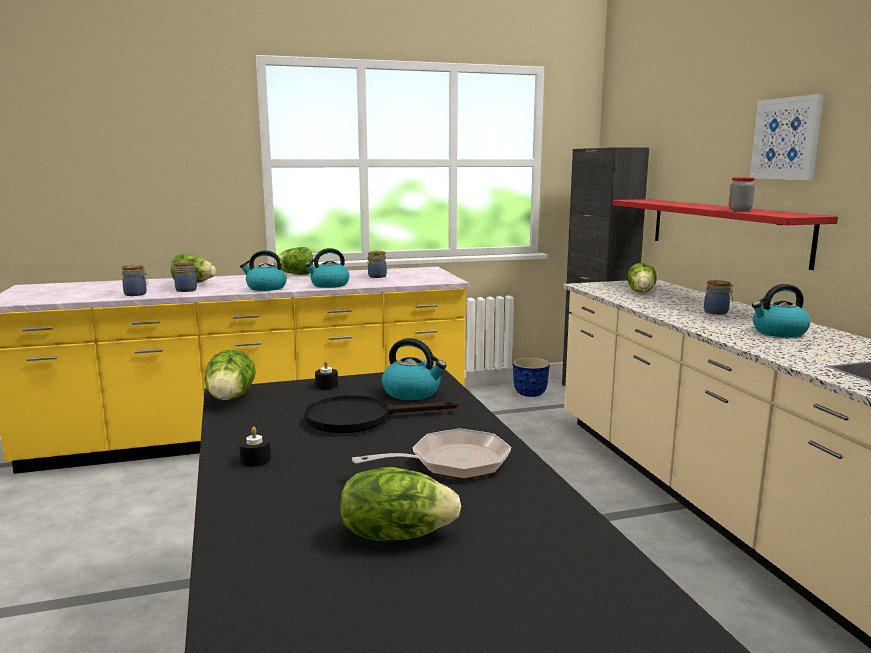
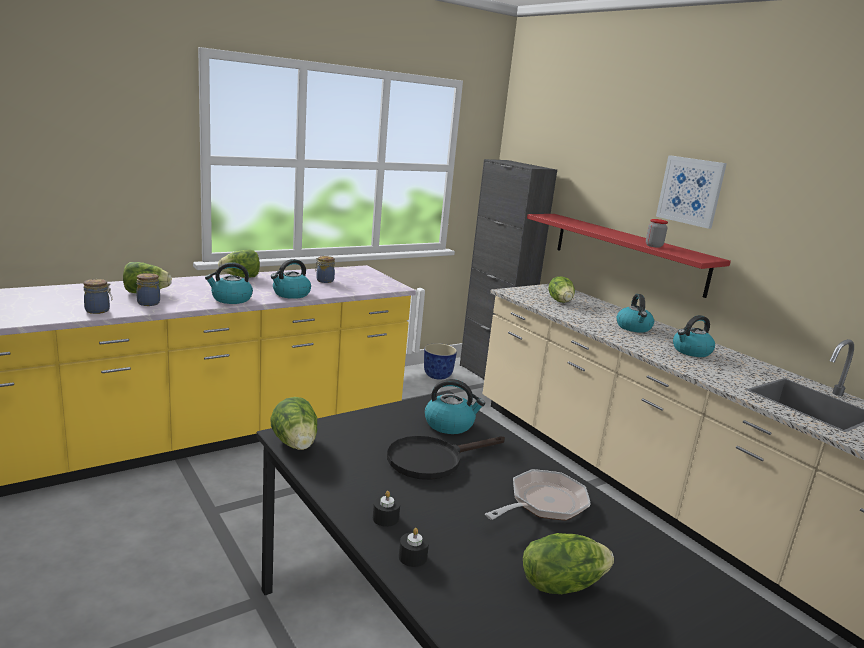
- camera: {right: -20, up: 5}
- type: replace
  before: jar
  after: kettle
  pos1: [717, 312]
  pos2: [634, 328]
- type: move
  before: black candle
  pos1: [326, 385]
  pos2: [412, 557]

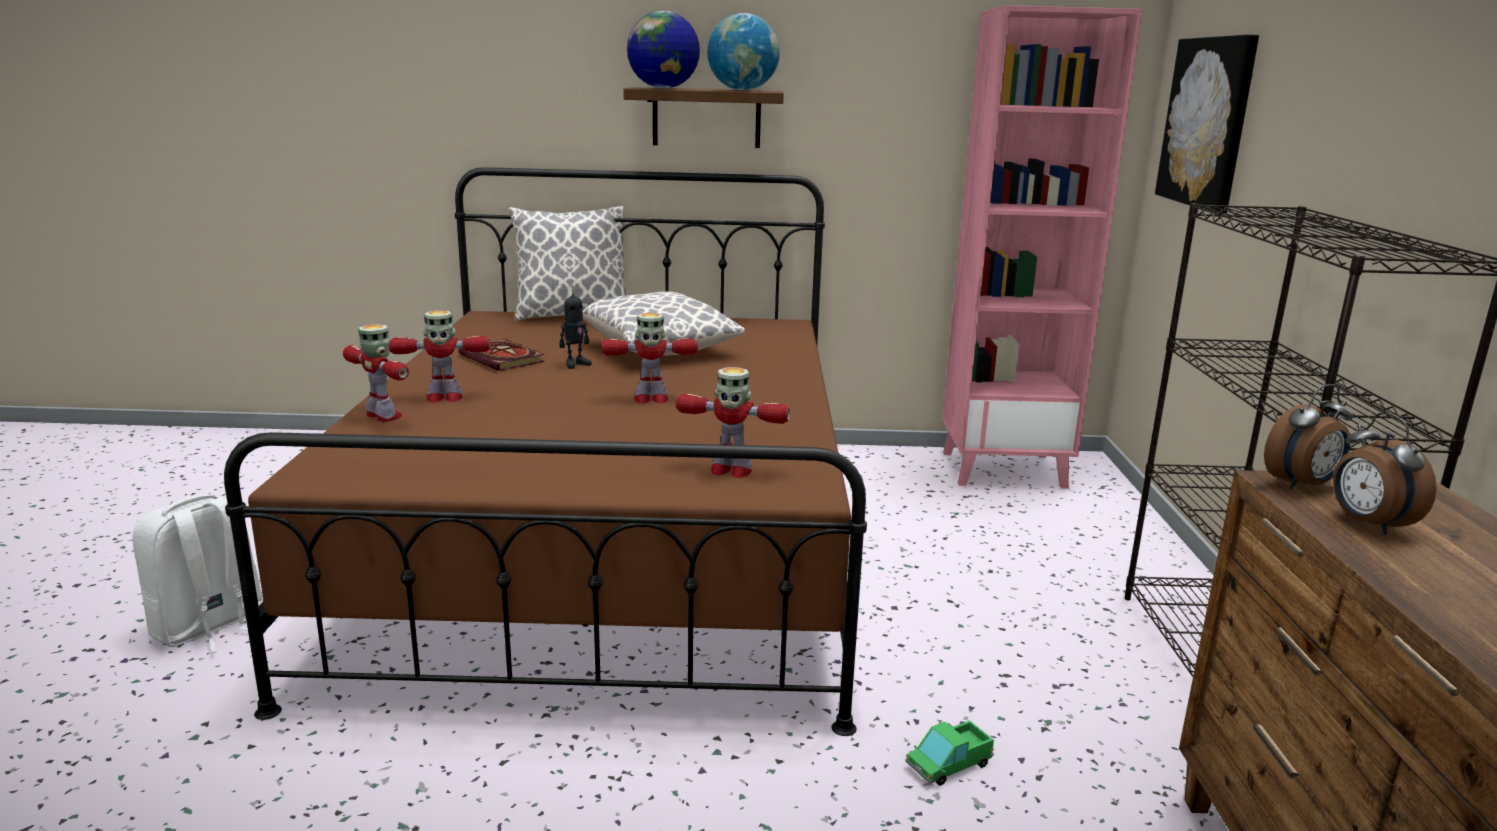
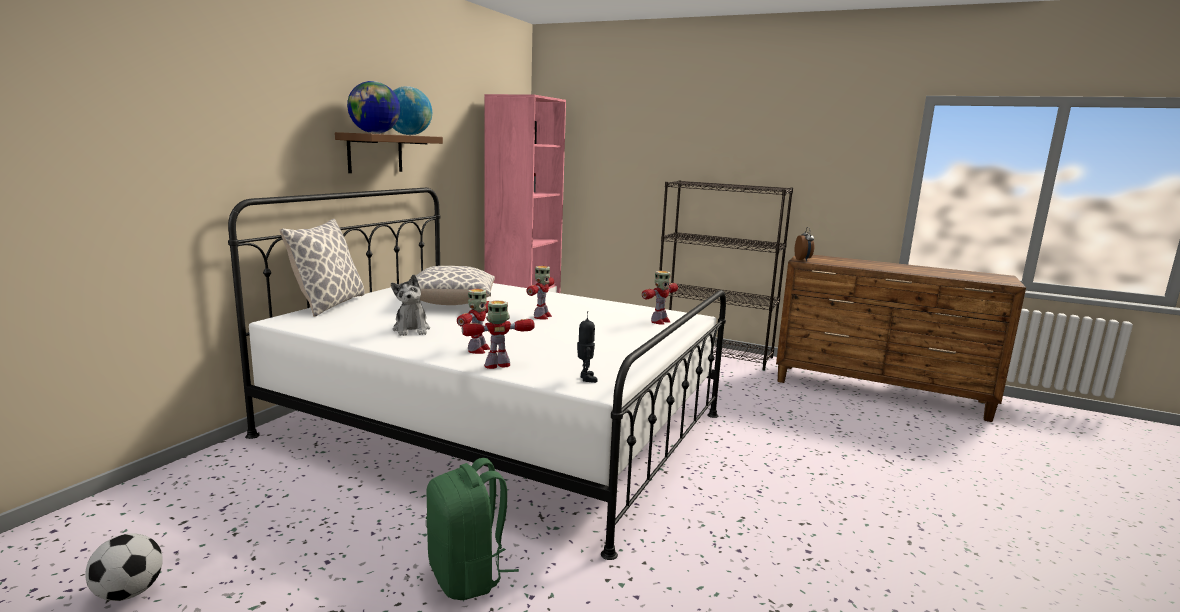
- camera: {right: -65, up: -5}
- type: delete
  before: picture
  pos1: [1207, 122]
- type: recolor
  before: brown bed
  after: white bed
  pos1: [610, 545]
  pos2: [498, 425]
- type: move
  before: toy robot
  pos1: [575, 364]
  pos2: [585, 378]
- type: replace
  before: book
  after: cuddly toy
  pos1: [504, 359]
  pos2: [411, 329]
- type: delete
  before: table clock
  pos1: [1368, 524]
- type: recolor
  before: white backpack
  after: green-coloured backpack
  pos1: [209, 627]
  pos2: [467, 576]
- type: delete
  before: model truck
  pos1: [948, 764]
- type: insert
  after: football
  pos2: [129, 593]

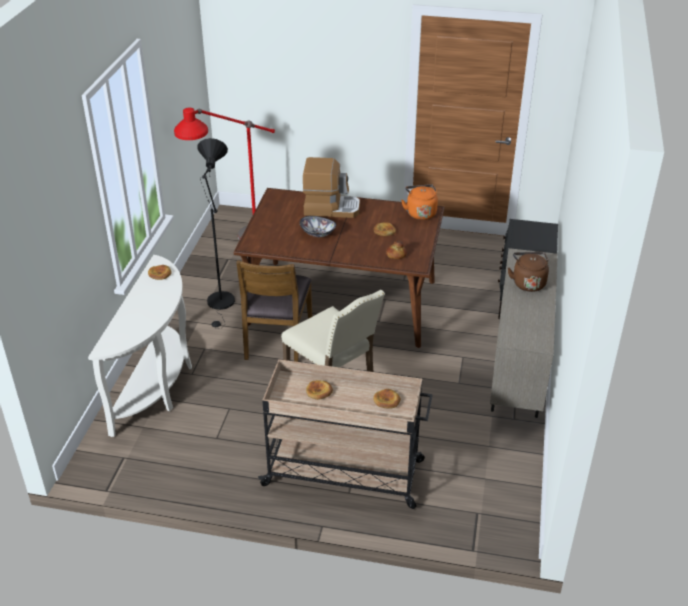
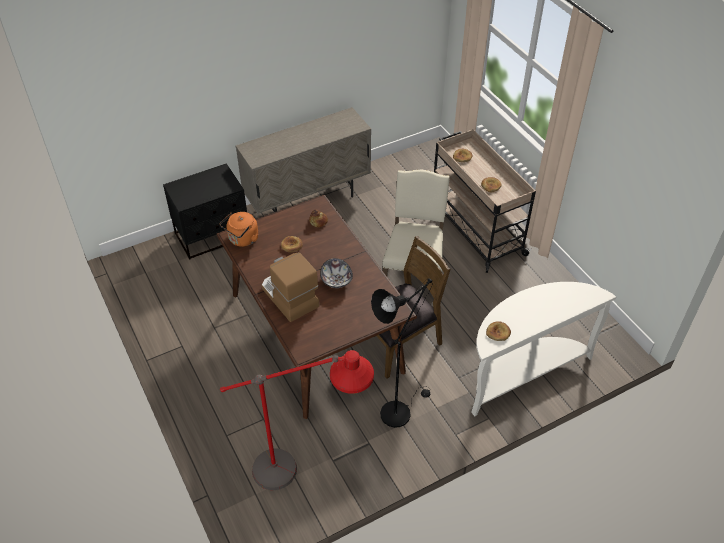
- camera: {right: -130, up: 10}
- type: delete
  before: brown kettle
  pos1: [528, 283]

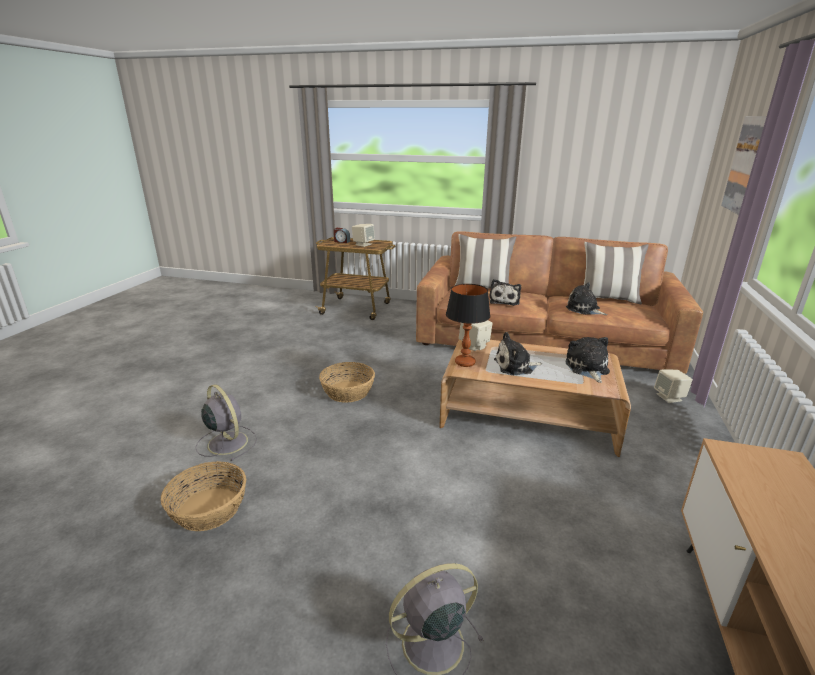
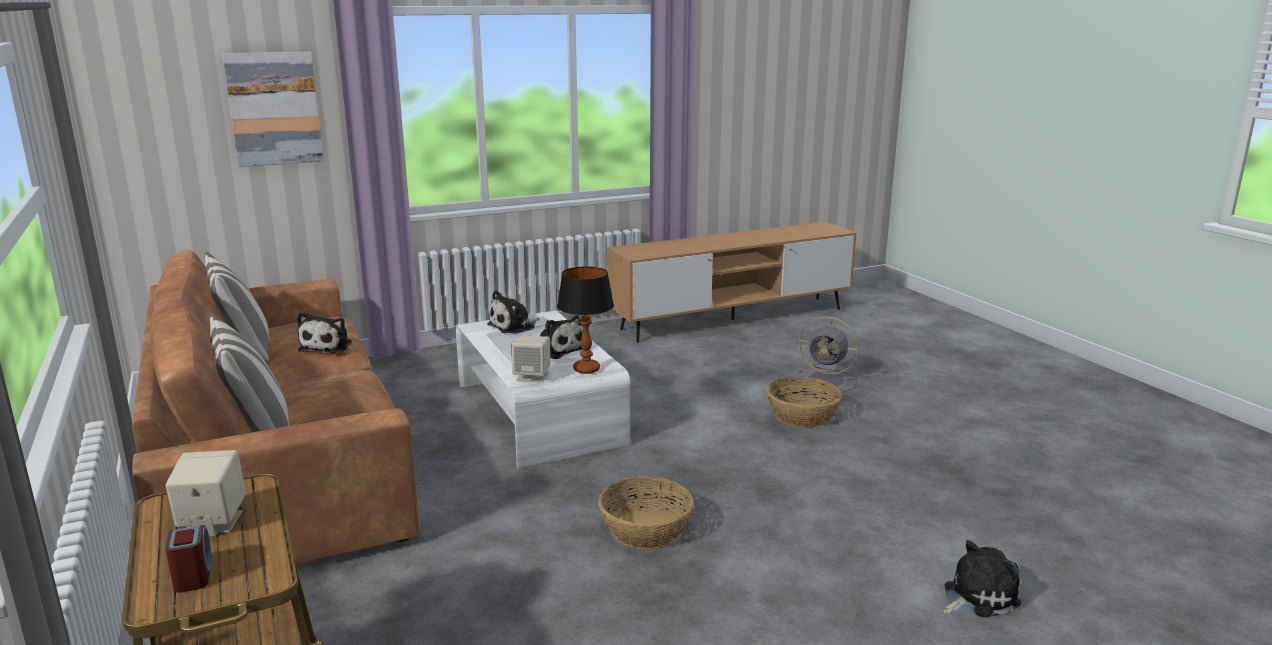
- camera: {right: -130, up: -5}
- type: move
  before: cuddly toy
  pos1: [504, 301]
  pos2: [976, 597]
- type: recolor
  before: brown low table
  after: white low table
  pos1: [527, 416]
  pos2: [539, 413]
- type: delete
  before: sand-coloured loudspeaker
  pos1: [669, 397]
- type: delete
  before: grey cooling fan
  pos1: [227, 442]
- type: move
  before: storage basket
  pos1: [208, 509]
  pos2: [802, 416]

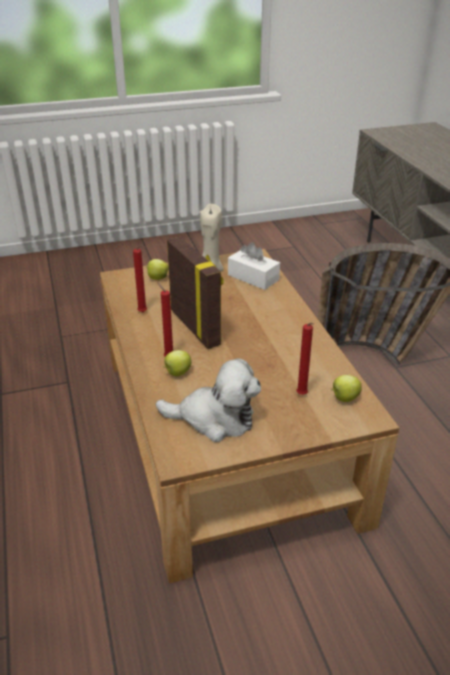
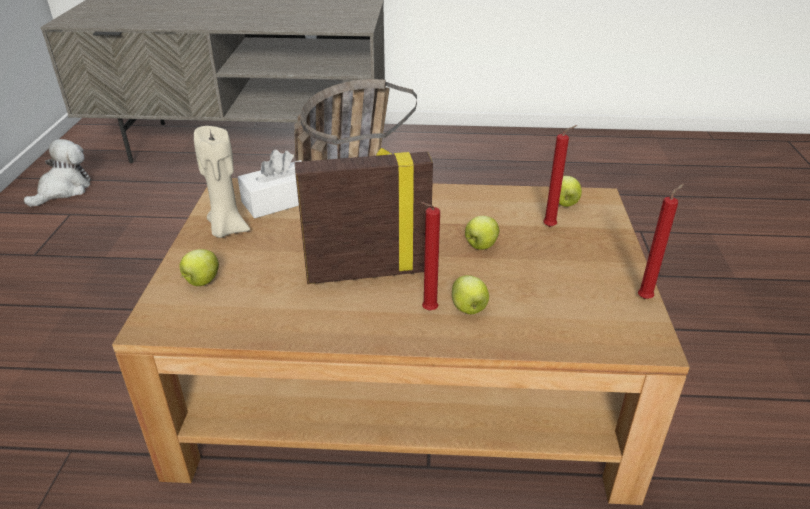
- camera: {right: -70, up: 0}
- type: move
  before: reddish candle
  pos1: [143, 313]
  pos2: [646, 298]
- type: move
  before: cuddly toy
  pos1: [214, 419]
  pos2: [64, 190]
- type: insert
  after: whole apple
  pos2: [480, 246]

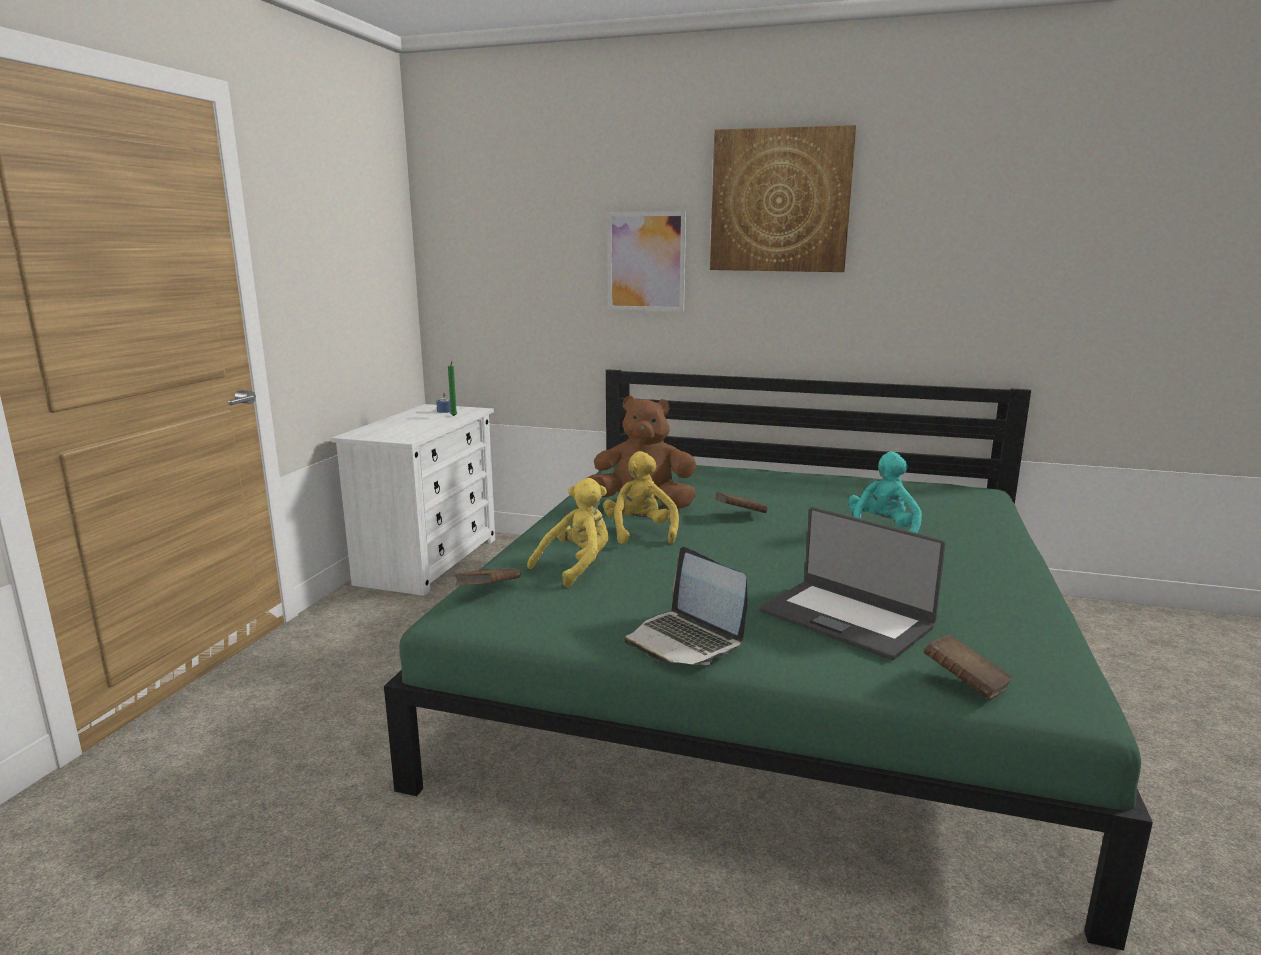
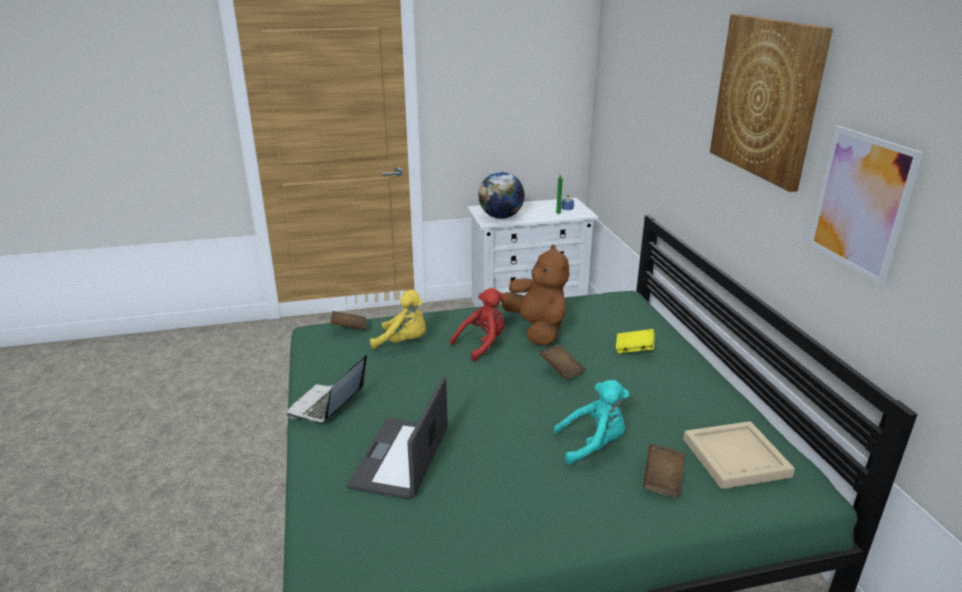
- camera: {right: 60, up: 10}
- type: move
  before: picture
  pos1: [646, 261]
  pos2: [860, 203]
- type: recolor
  before: yellow cuddly toy
  after: reddish cuddly toy
  pos1: [640, 532]
  pos2: [482, 344]
- type: move
  before: brown book
  pos1: [965, 684]
  pos2: [662, 481]
- type: insert
  after: world globe
  pos2: [500, 217]
- type: insert
  after: yellow book
  pos2: [634, 349]
- type: insert
  after: sand-coloured tray
  pos2: [737, 458]

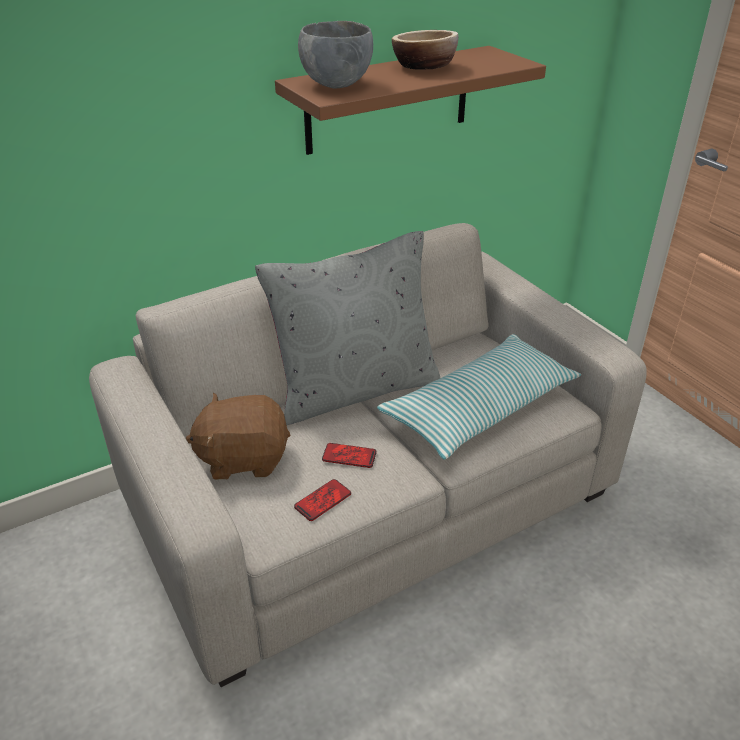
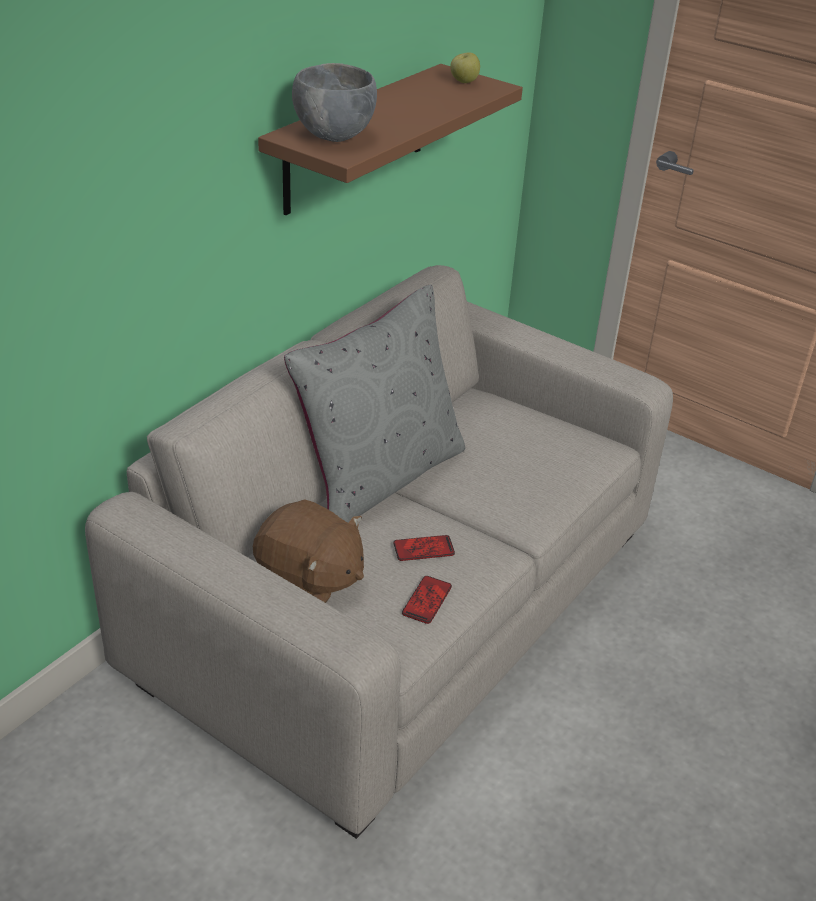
- camera: {right: -25, up: 0}
- type: delete
  before: deep dish
  pos1: [424, 66]
- type: delete
  before: throw pillow
  pos1: [480, 408]
- type: rotate
  before: brown cuddly toy
  pos1: [243, 458]
  pos2: [309, 579]
  turn: -120
- type: insert
  after: whole apple
  pos2: [464, 82]

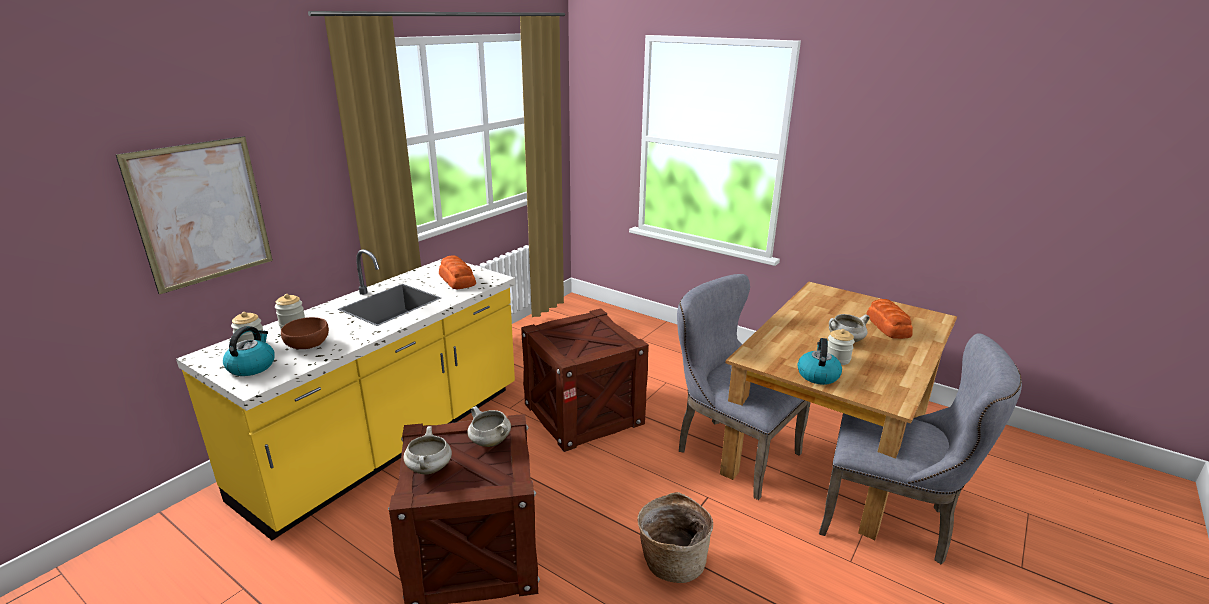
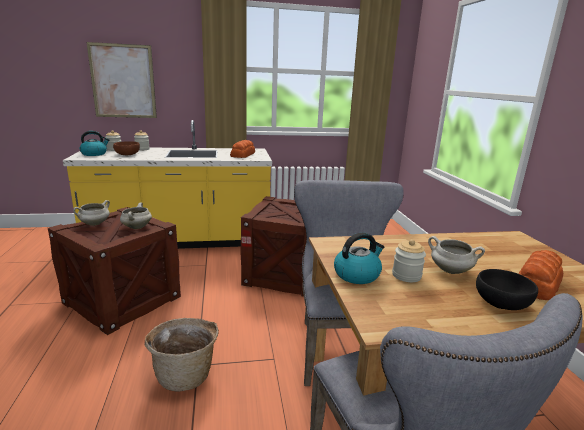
- camera: {right: 45, up: -5}
- type: insert
  after: black deep dish
  pos2: [502, 302]

